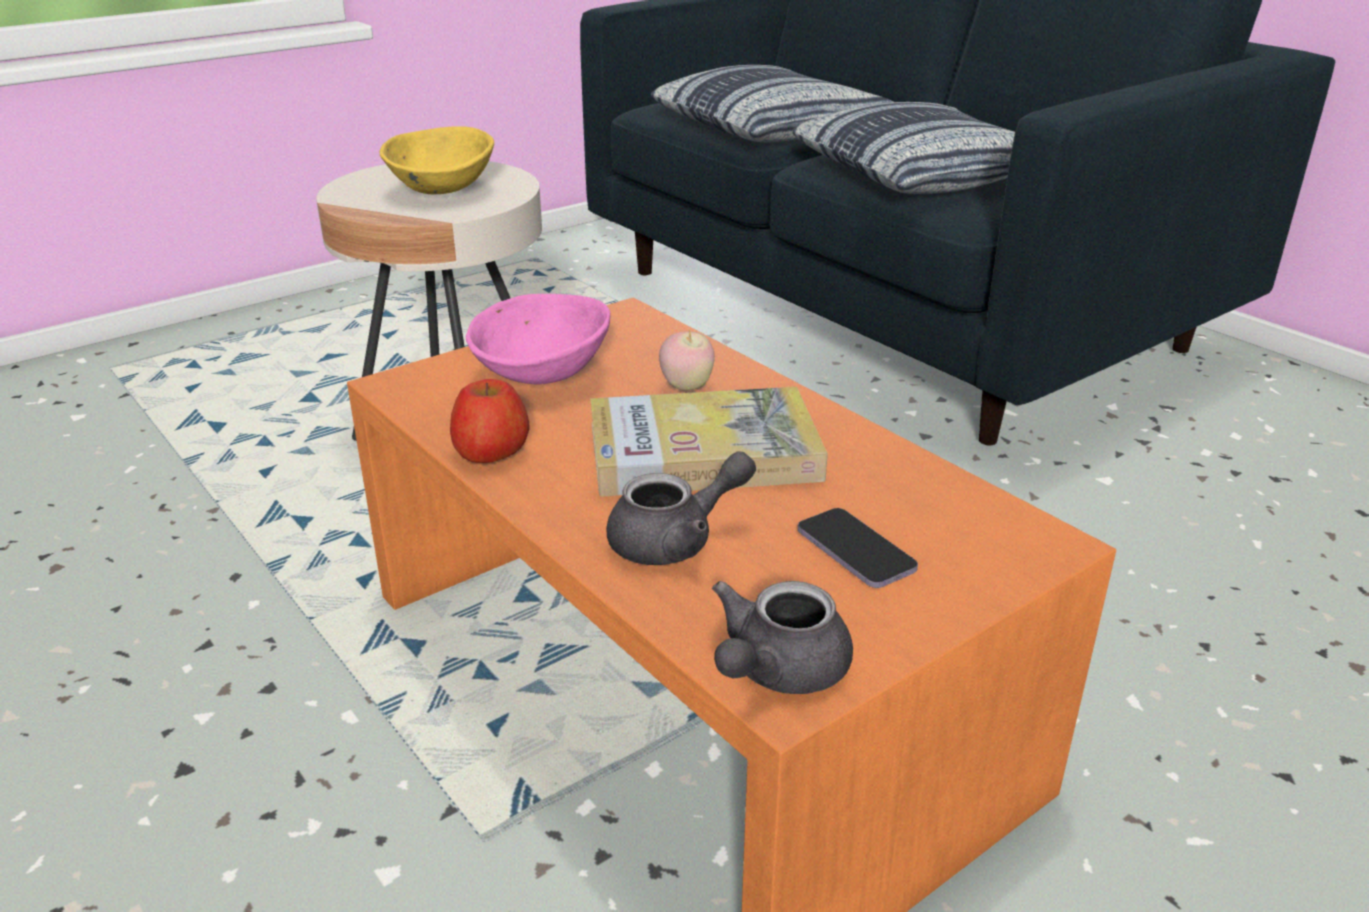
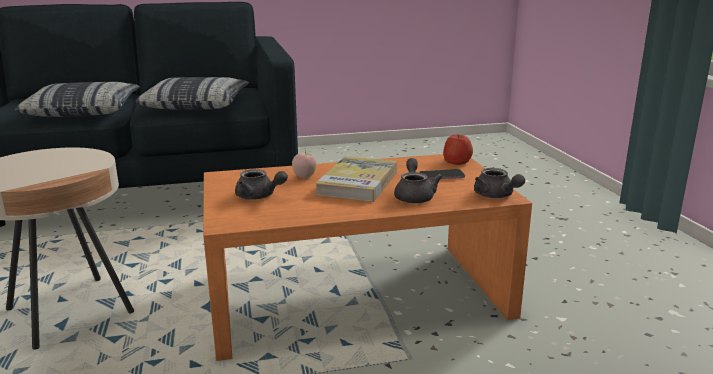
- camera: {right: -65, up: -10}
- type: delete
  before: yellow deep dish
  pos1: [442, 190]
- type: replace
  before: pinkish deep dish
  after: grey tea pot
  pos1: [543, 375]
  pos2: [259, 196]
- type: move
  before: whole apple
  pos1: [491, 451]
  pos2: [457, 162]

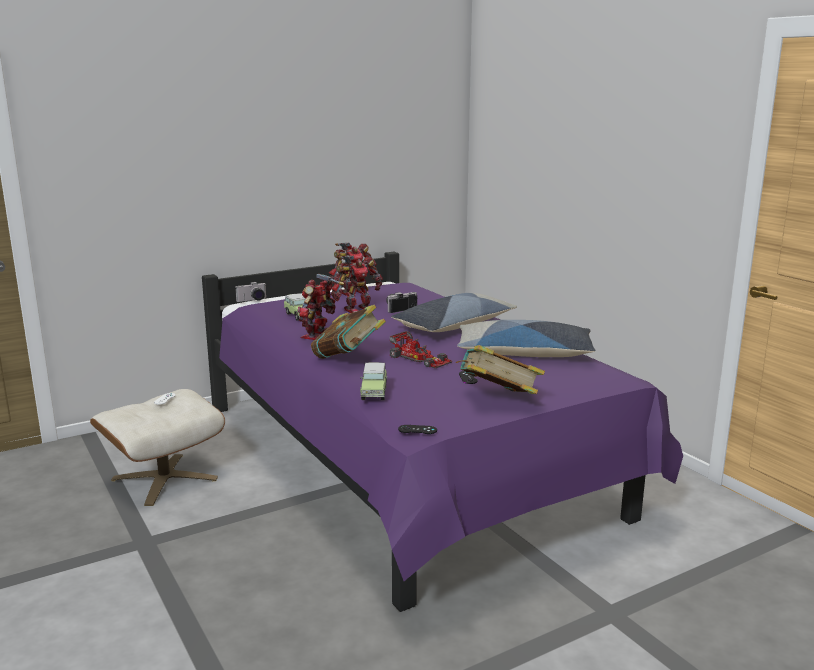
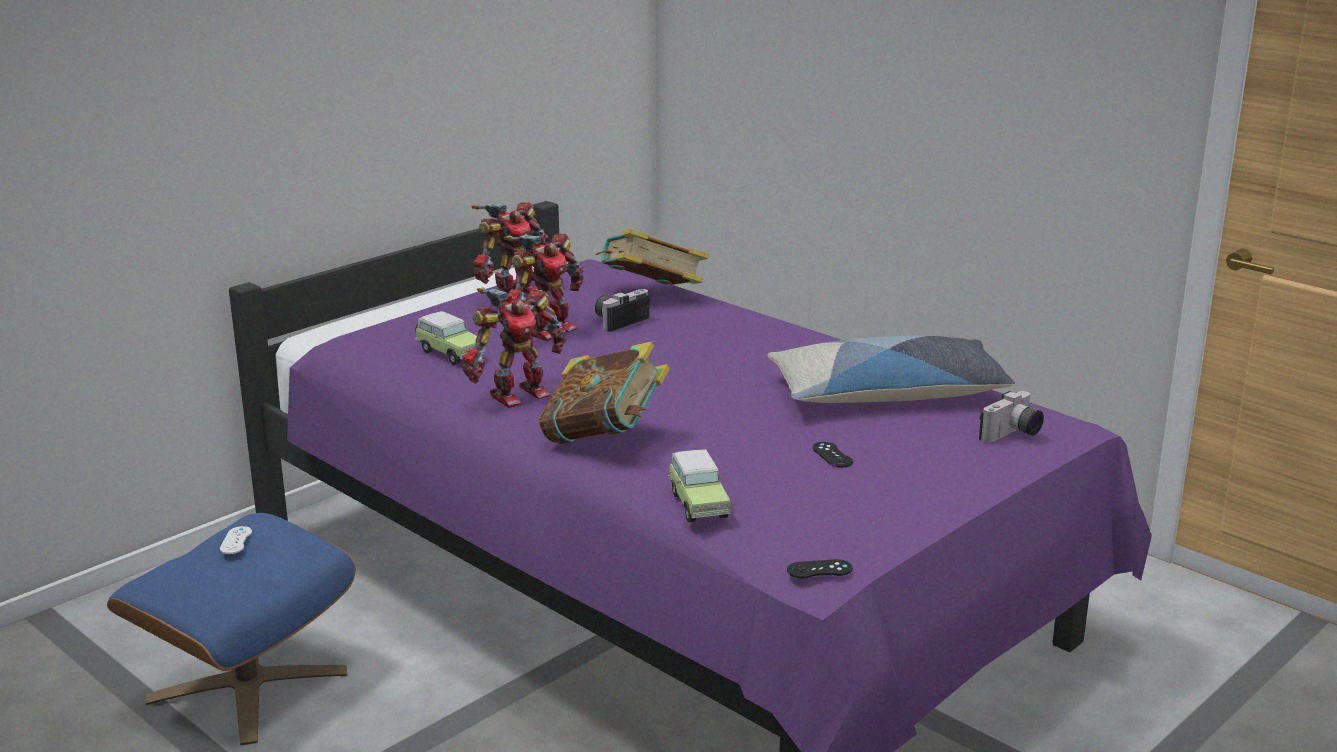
- camera: {right: -15, up: 5}
- type: rotate
  before: toy robot
  pos1: [318, 335]
  pos2: [517, 394]
  turn: -135
- type: move
  before: still camera
  pos1: [252, 300]
  pos2: [1012, 435]
- type: delete
  before: throw pillow
  pos1: [454, 325]
- type: delete
  before: miniature car
  pos1: [420, 358]
- type: move
  before: book
  pos1: [497, 399]
  pos2: [651, 295]
- type: recolor
  before: sand-coloured ottoman
  after: blue-coloured ottoman
  pos1: [164, 479]
  pos2: [247, 686]

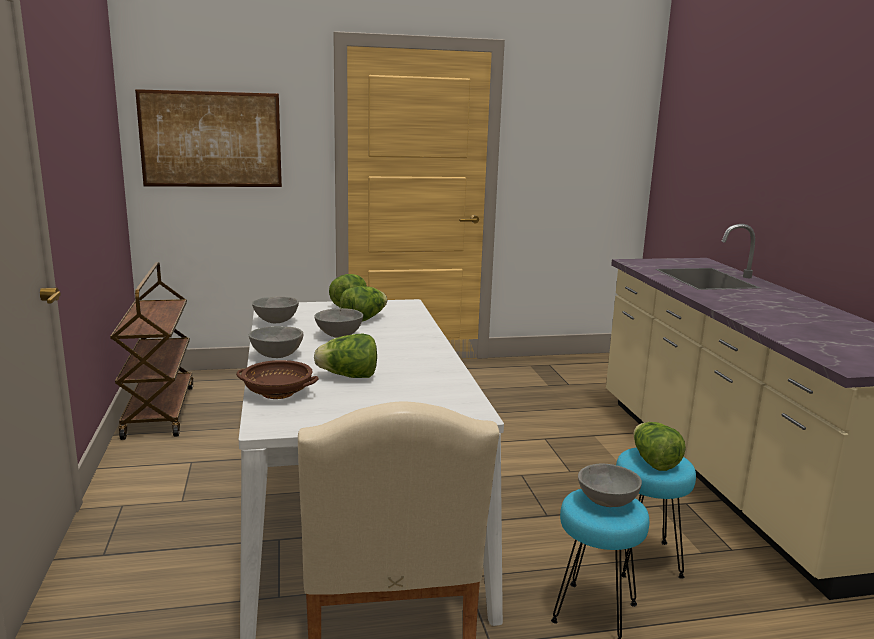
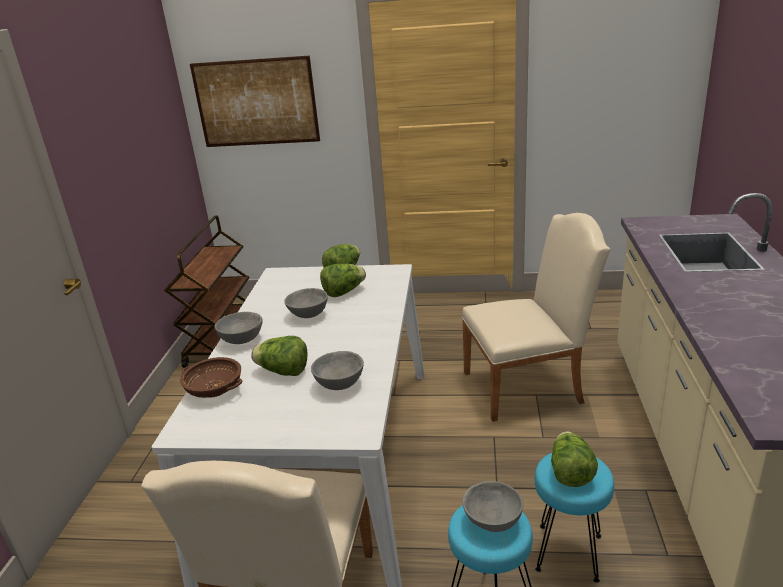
- camera: {right: 20, up: 10}
- type: move
  before: grey deep dish
  pos1: [275, 322]
  pos2: [339, 384]
- type: insert
  after: sand-coloured plain chair
  pos2: [529, 385]

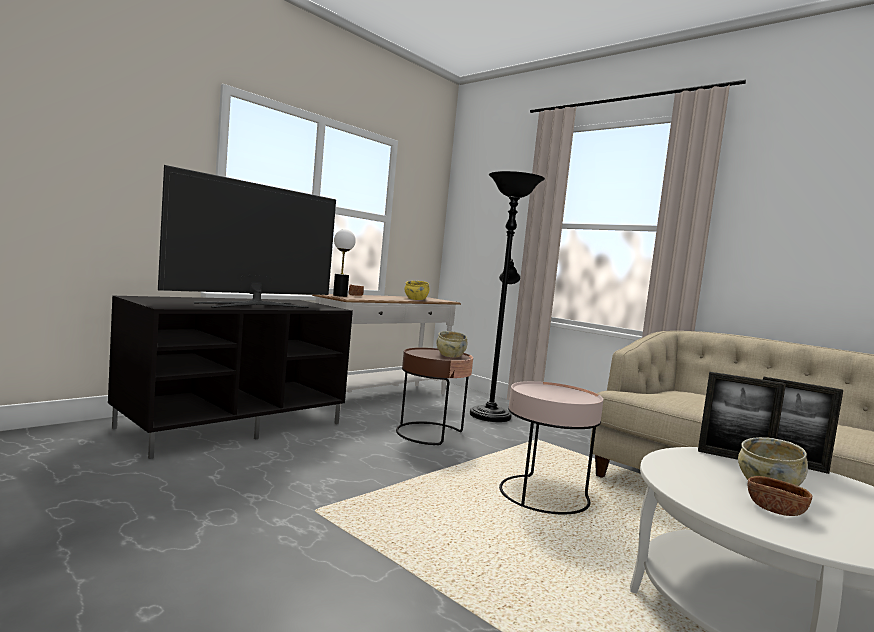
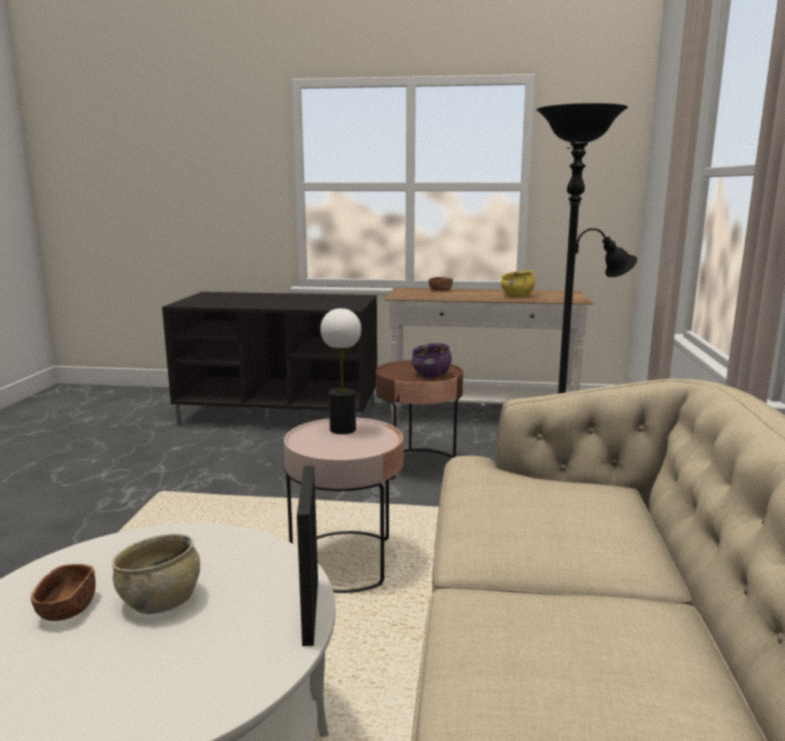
- camera: {right: 55, up: 10}
- type: delete
  before: TV set
  pos1: [254, 305]
- type: move
  before: tabletop lamp
  pos1: [340, 295]
  pos2: [343, 430]
- type: recolor
  before: sand-coloured deep dish
  after: purple deep dish
  pos1: [450, 355]
  pos2: [431, 375]
- type: delete
  before: photo frame
  pos1: [734, 458]

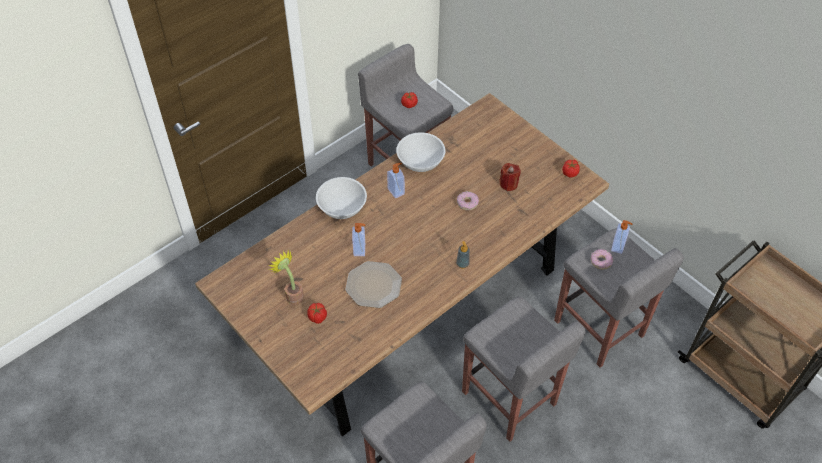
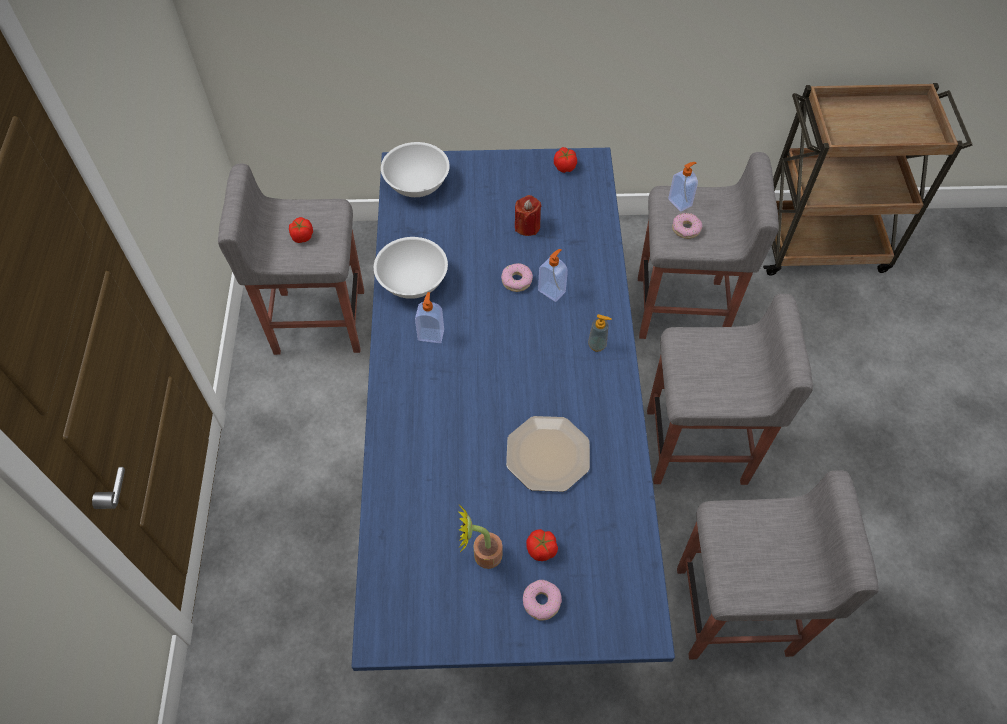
- camera: {right: -50, up: 5}
- type: recolor
  before: brown kitchen table
  after: blue-coloured kitchen table
  pos1: [410, 305]
  pos2: [504, 453]
- type: move
  before: white deep dish
  pos1: [342, 207]
  pos2: [416, 184]
- type: move
  before: soap dispenser
  pos1: [360, 249]
  pos2: [552, 291]
- type: insert
  after: doughnut
  pos2: [541, 602]

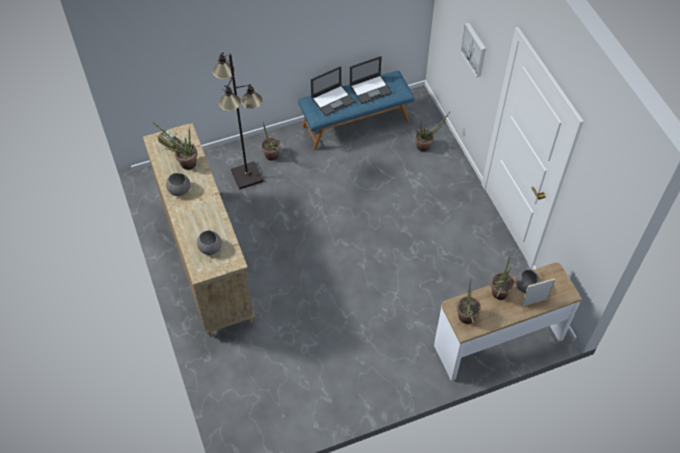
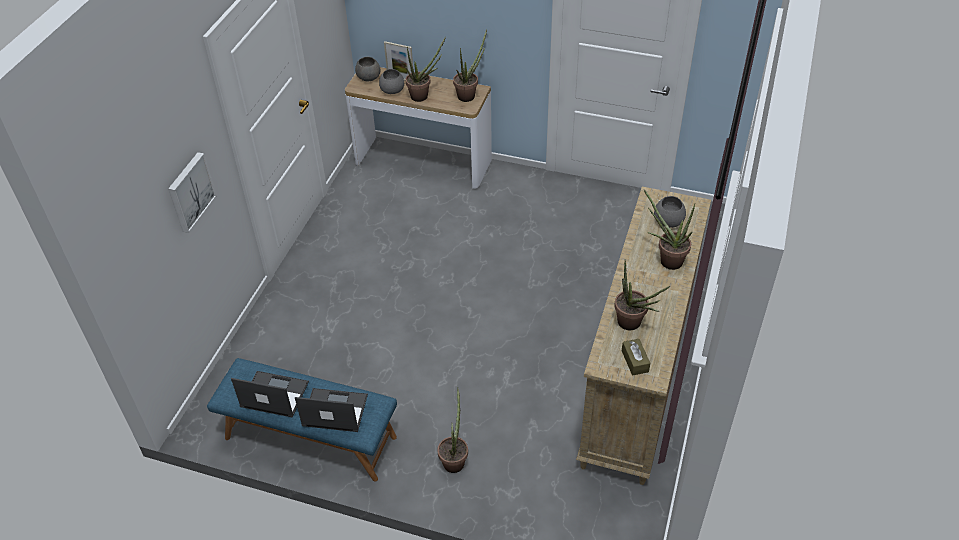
- camera: {right: -140, up: -10}
- type: delete
  before: black standard lamp
  pos1: [247, 175]
- type: move
  before: potted plant
  pos1: [426, 146]
  pos2: [666, 260]
- type: move
  before: grey deep dish
  pos1: [179, 189]
  pos2: [369, 77]

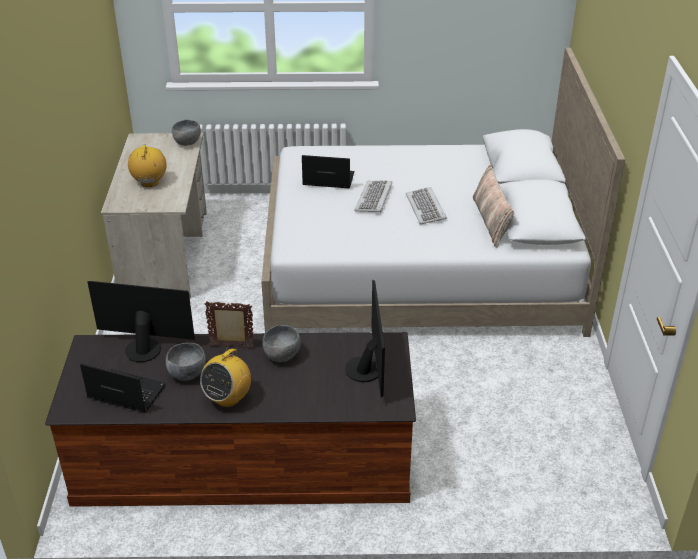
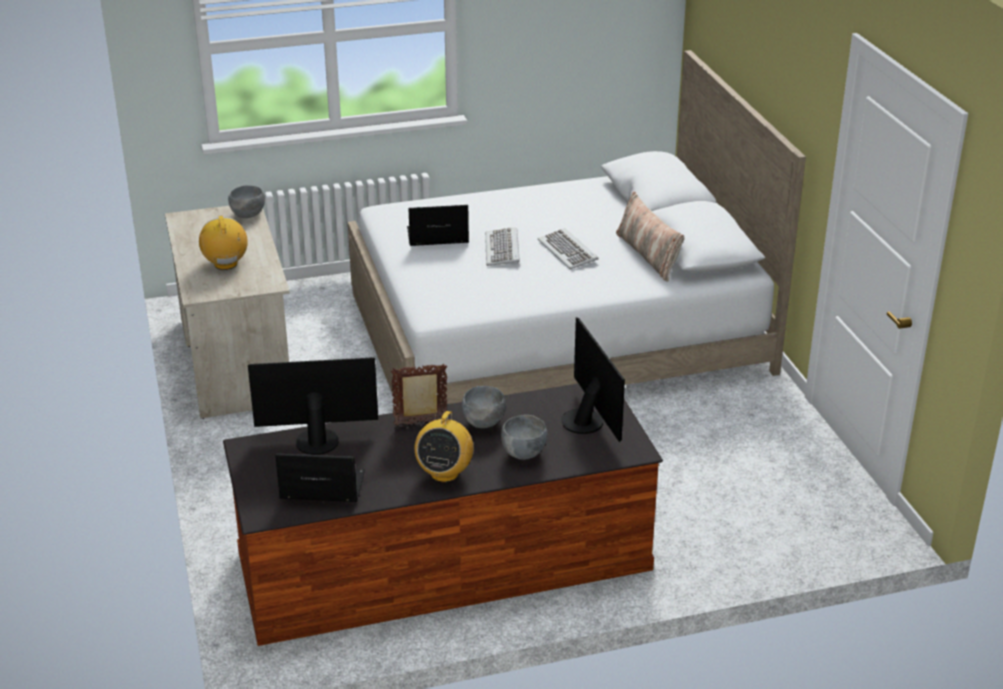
- camera: {right: -15, up: -5}
- type: move
  before: grey deep dish
  pos1: [187, 374]
  pos2: [523, 453]

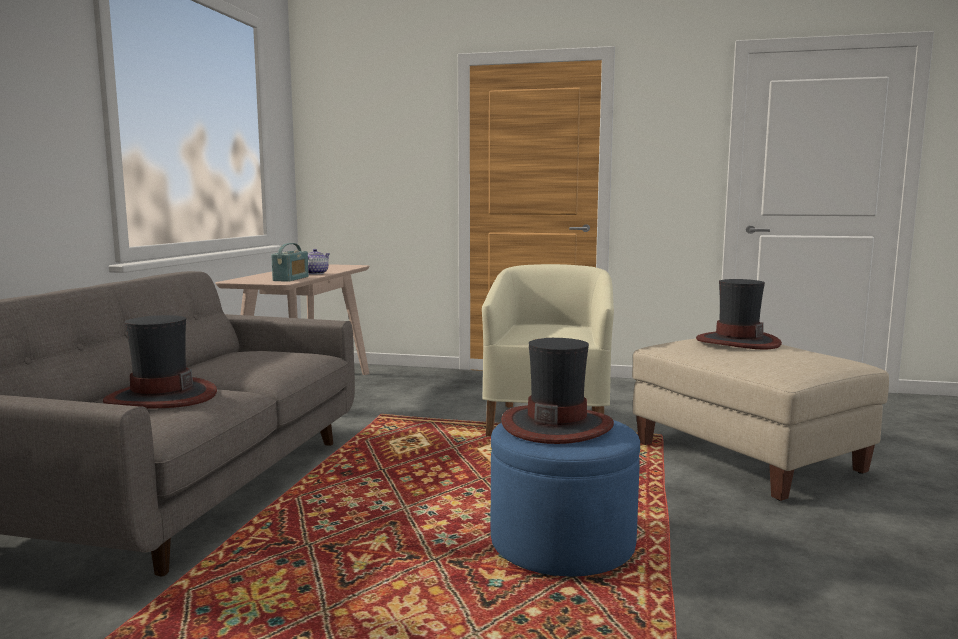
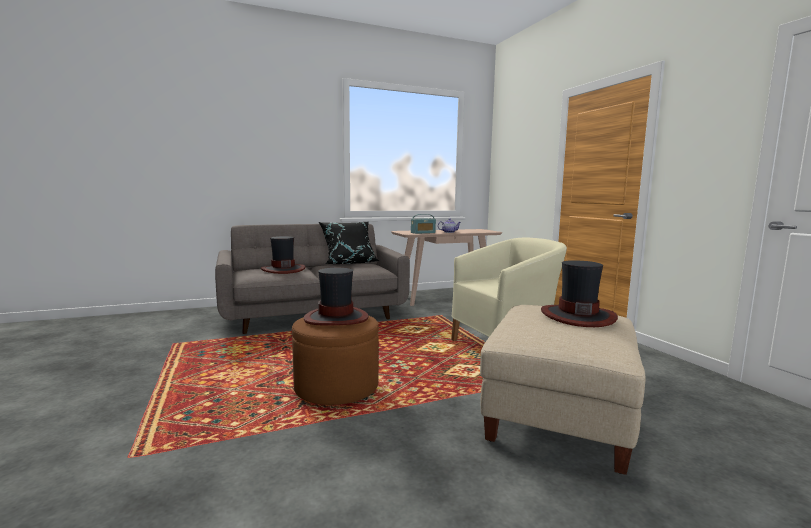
- camera: {right: 55, up: 0}
- type: recolor
  before: blue-coloured ottoman
  after: brown ottoman
  pos1: [562, 543]
  pos2: [336, 387]
- type: insert
  after: black throw pillow
  pos2: [349, 263]

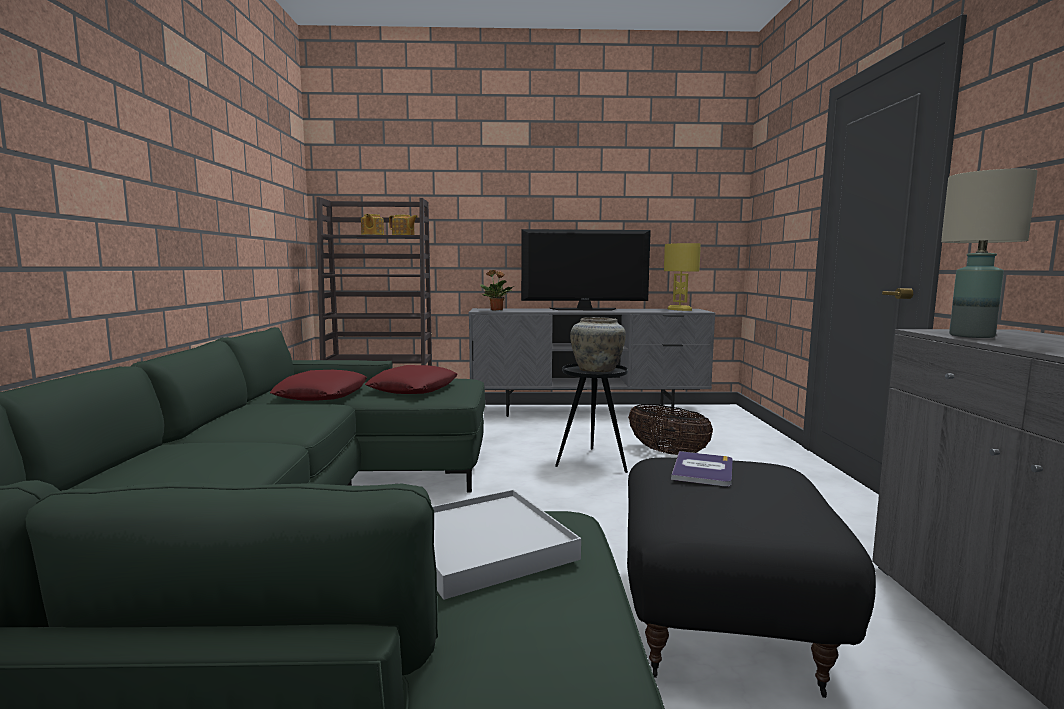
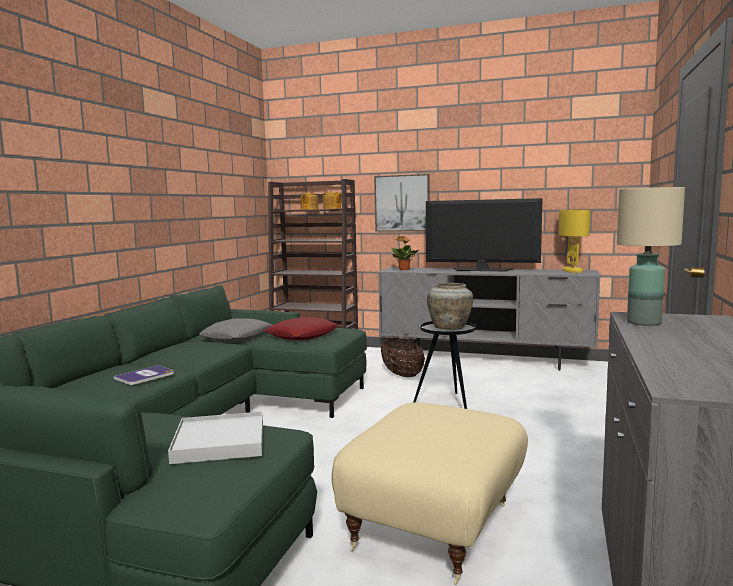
- camera: {right: 20, up: 0}
- type: recolor
  before: reddish throw pillow
  after: grey throw pillow
  pos1: [322, 394]
  pos2: [237, 336]
- type: move
  before: storage basket
  pos1: [667, 453]
  pos2: [402, 375]
- type: move
  before: book
  pos1: [703, 470]
  pos2: [145, 376]
- type: recolor
  before: black ottoman
  after: sand-coloured ottoman
  pos1: [725, 620]
  pos2: [436, 528]
- type: insert
  after: picture
  pos2: [402, 203]

